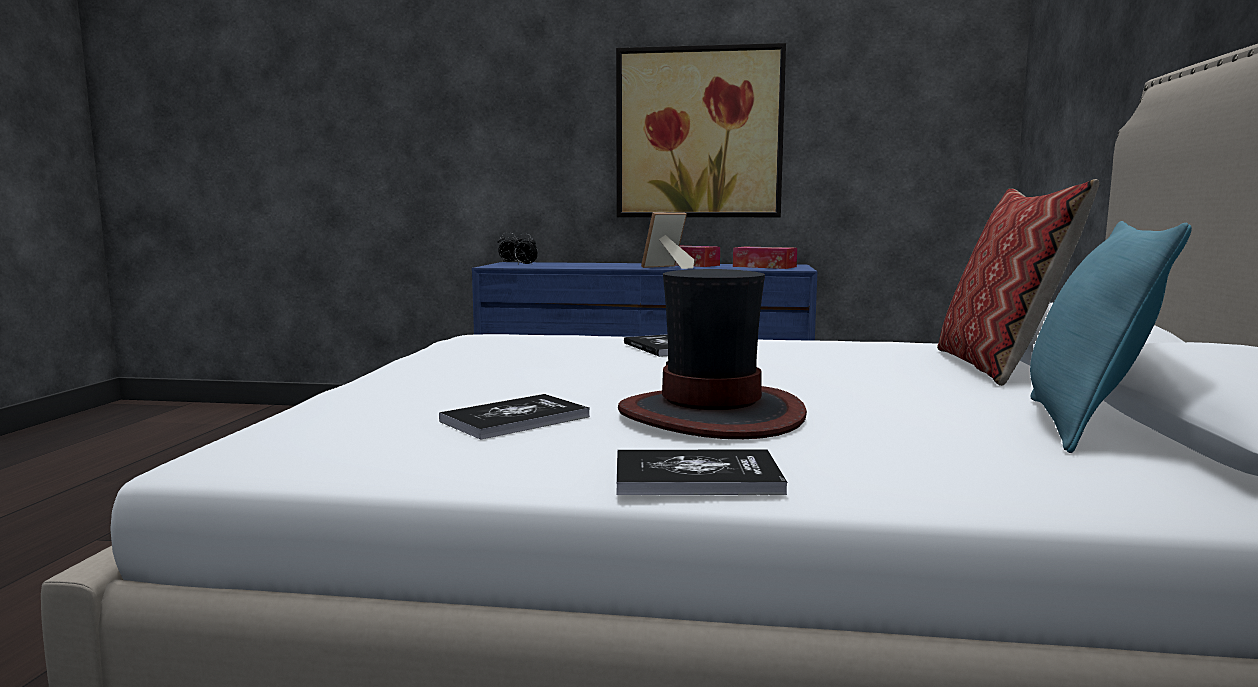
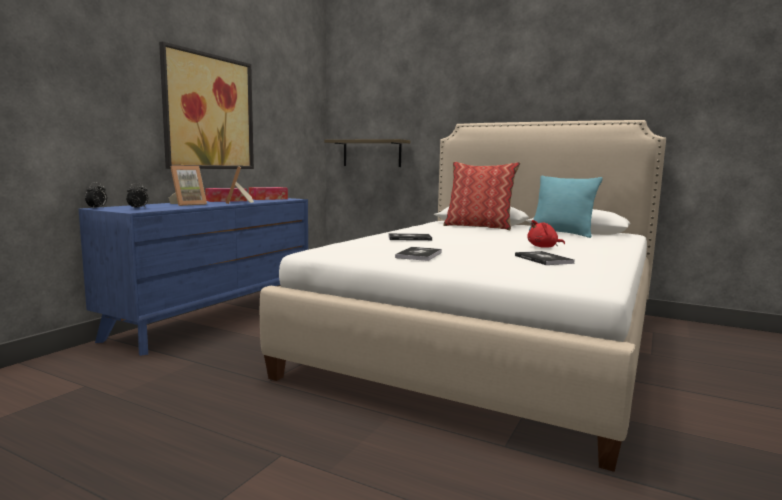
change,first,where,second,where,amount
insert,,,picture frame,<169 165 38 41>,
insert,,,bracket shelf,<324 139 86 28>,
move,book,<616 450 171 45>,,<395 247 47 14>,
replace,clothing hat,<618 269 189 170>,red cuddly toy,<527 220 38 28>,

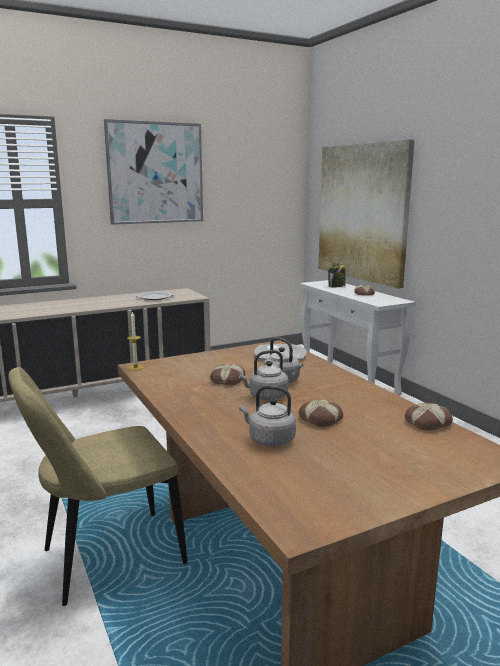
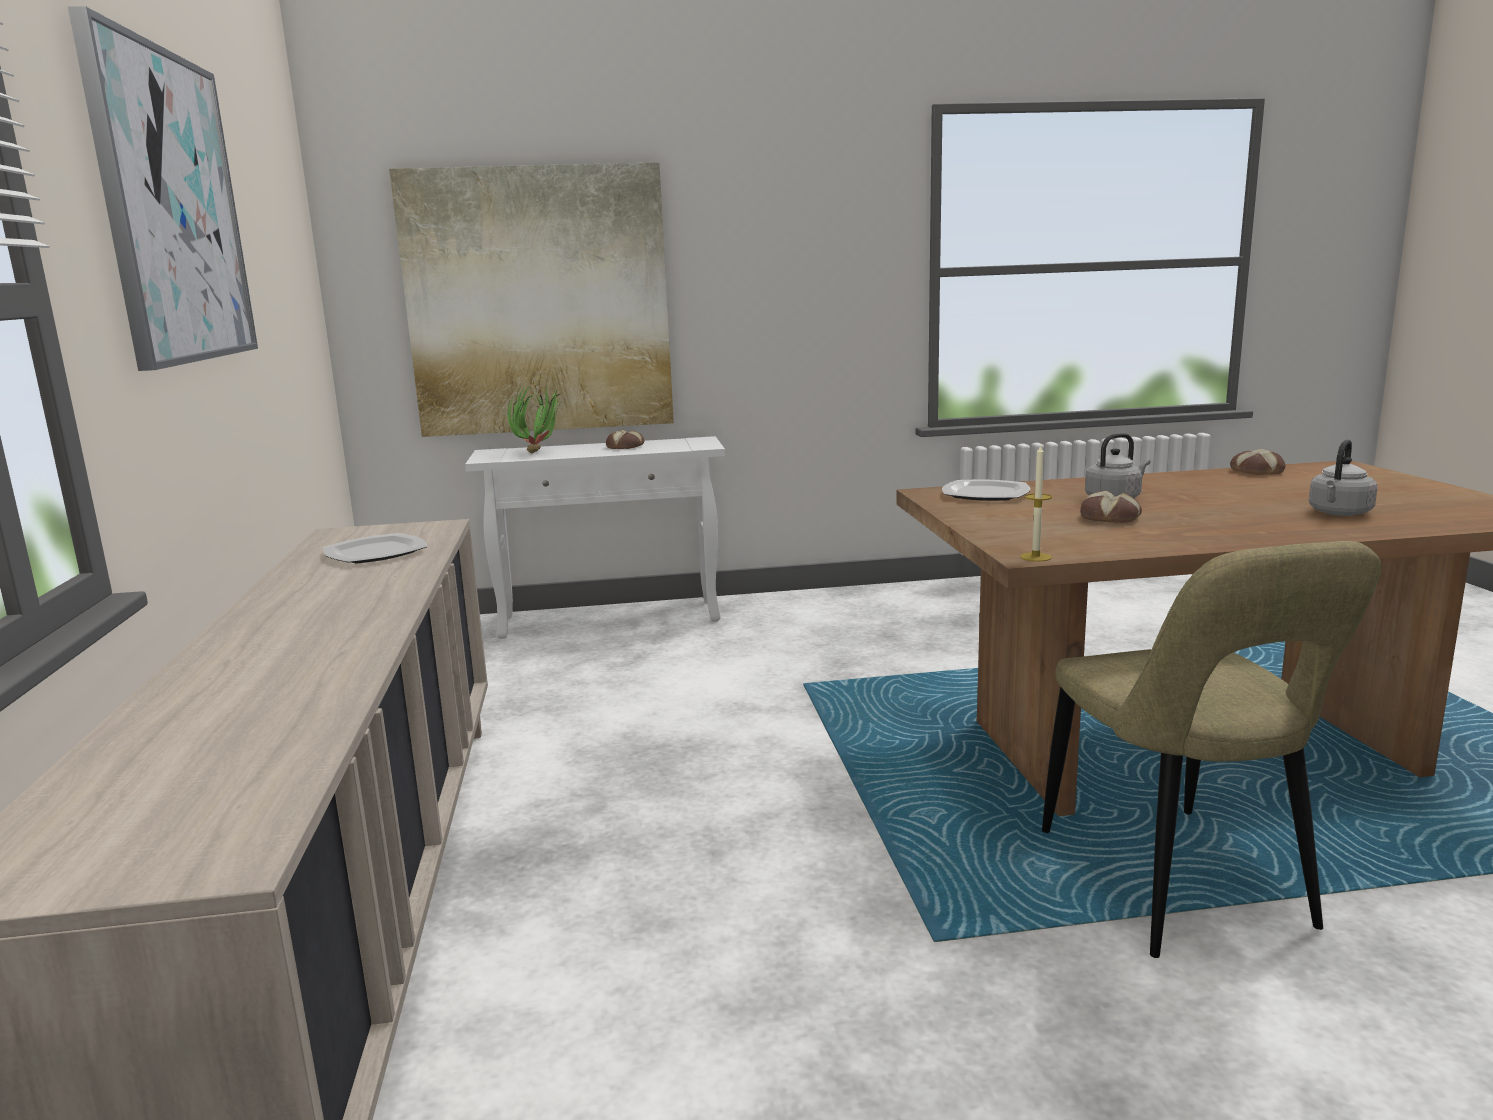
change,first,where,second,where,amount
delete,grey kettle,<238 350 51 50>,,,
delete,baked bread,<299 399 44 28>,,,
replace,preserve jar,<328 263 18 24>,houseplant,<507 386 53 67>,

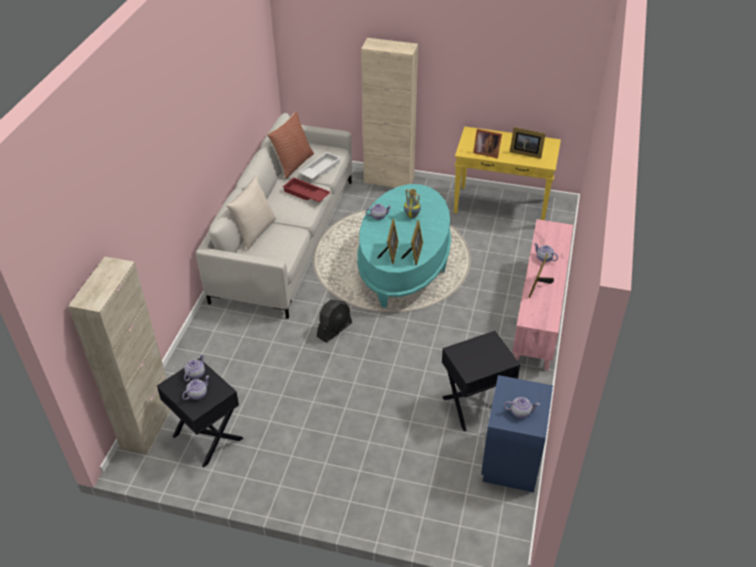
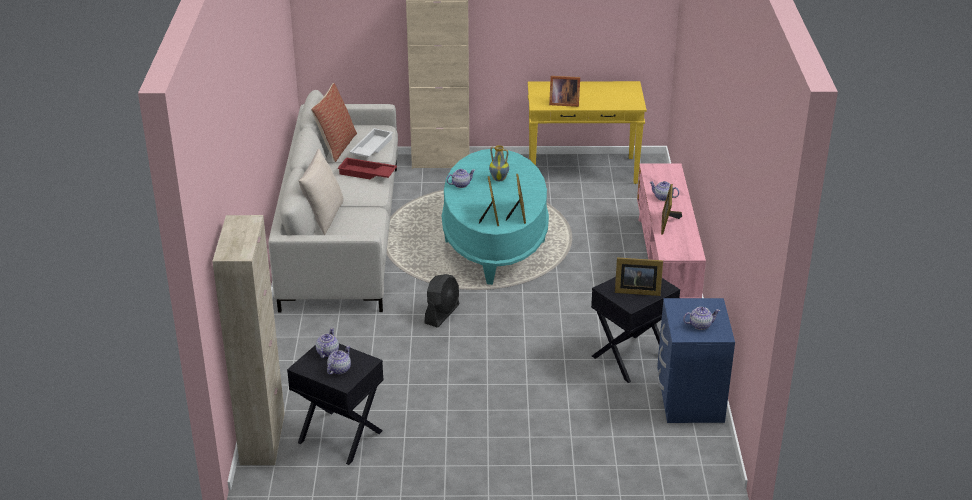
change,first,where,second,where,amount
move,picture frame,<510 127 36 32>,,<615 257 48 39>,

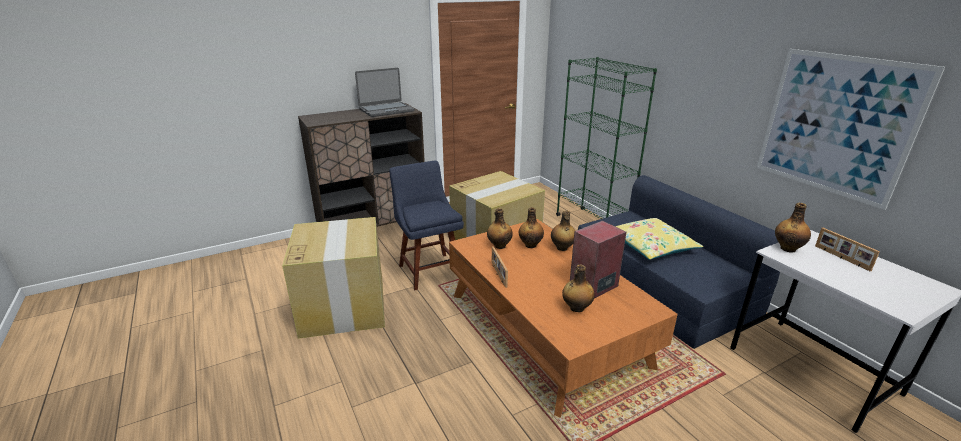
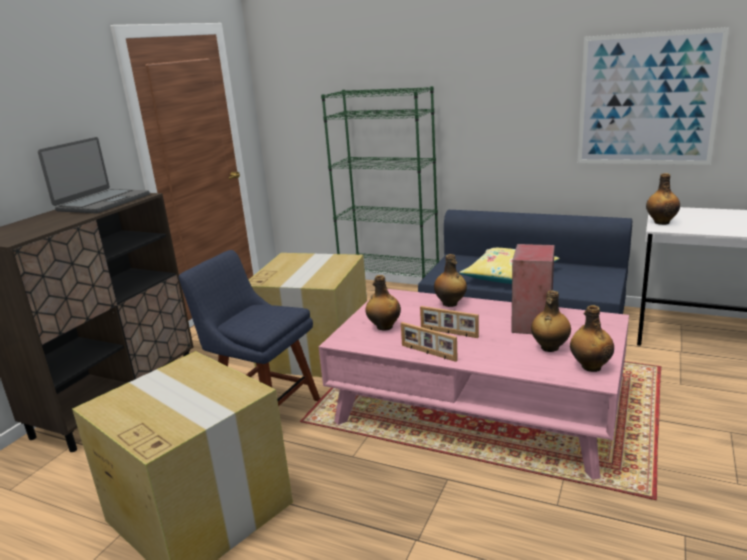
change,first,where,second,where,amount
move,drink bottle,<519 207 25 41>,,<570 305 44 67>,
move,picture frame,<815 228 65 43>,,<420 306 59 32>,
recolor,orange coffee table,<449 219 229 199>,pinkish coffee table,<319 289 310 191>,

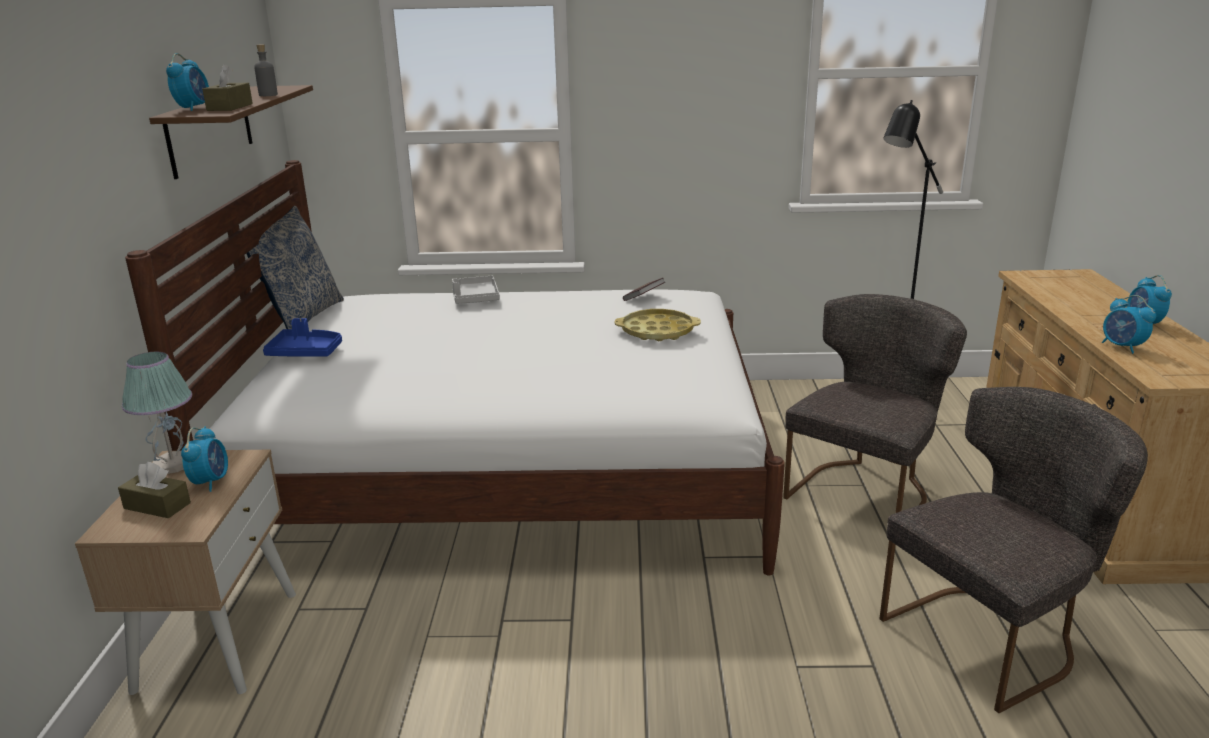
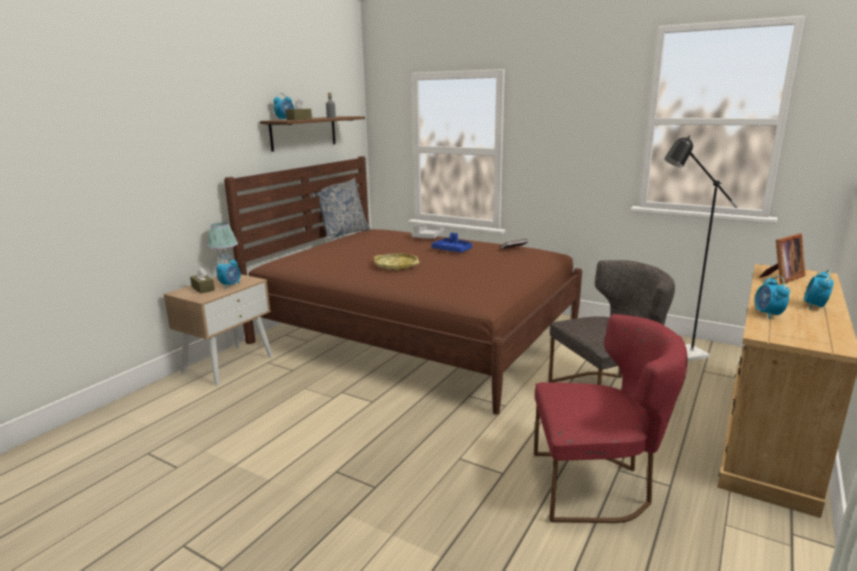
change,first,where,second,where,amount
insert,,,picture frame,<759 233 47 51>,
move,blue serving tray,<263 318 79 39>,,<431 233 41 20>,
move,yellowish serving tray,<614 309 87 32>,,<374 253 46 18>,
recolor,white bed,<125 160 660 415>,brown-coloured bed,<224 156 358 259>,
recolor,grey upright chair,<879 387 269 326>,red upright chair,<534 314 153 209>,

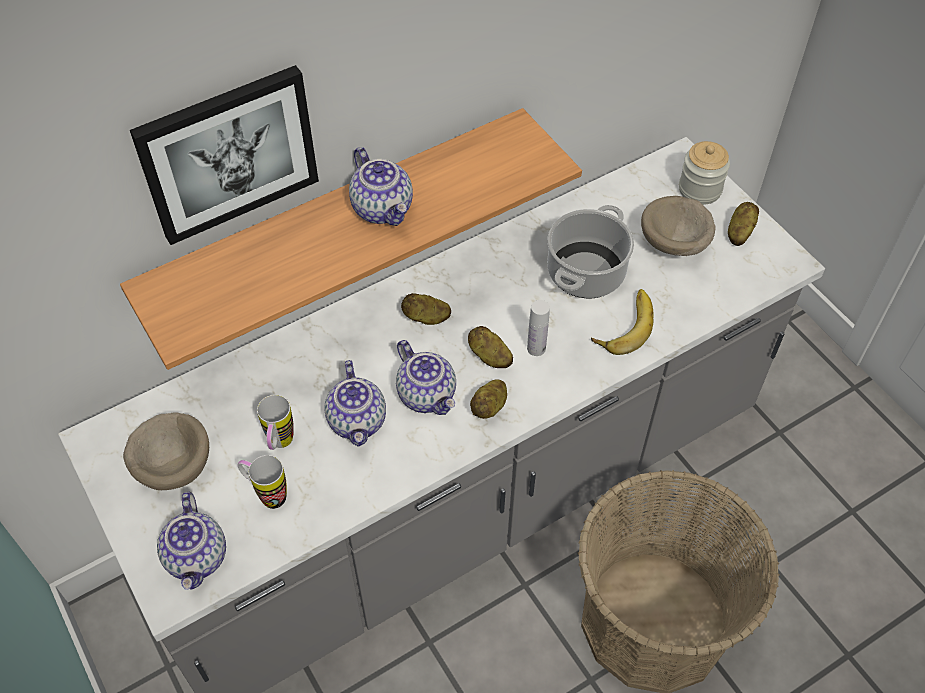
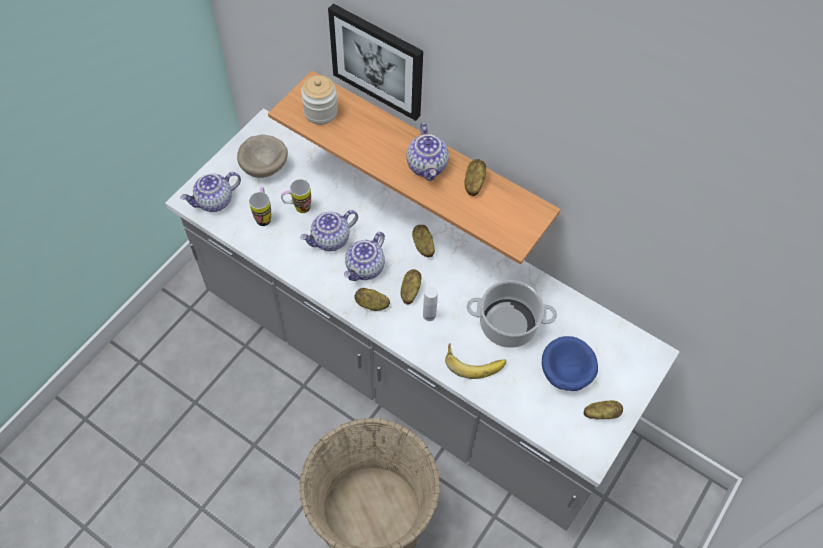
change,first,where,second,where,amount
insert,,,spud,<464 159 22 37>,
move,preserve jar,<679 141 51 64>,,<301 75 37 50>,
recolor,sand-coloured serving bowl,<641 196 75 60>,blue serving bowl,<542 336 56 55>,
rotate,pot for tea,<349 147 64 79>,,<407 122 42 59>,45 degrees counterclockwise

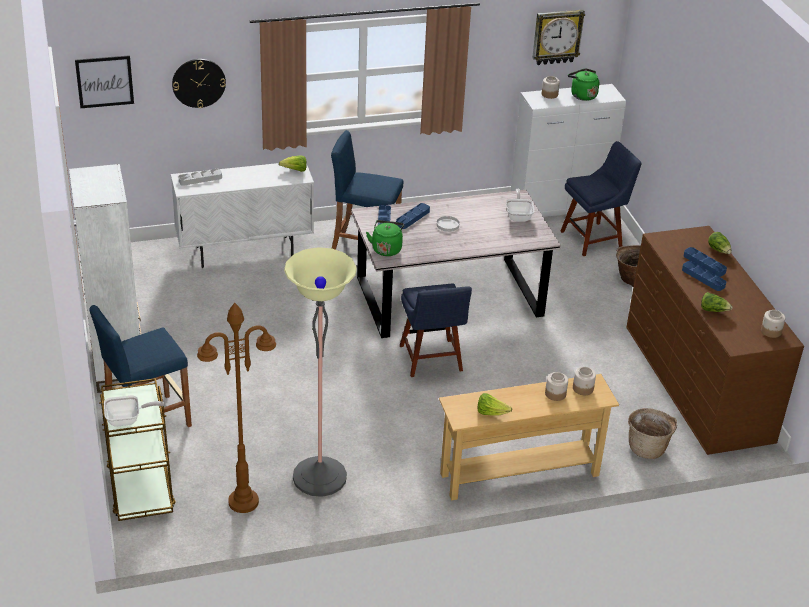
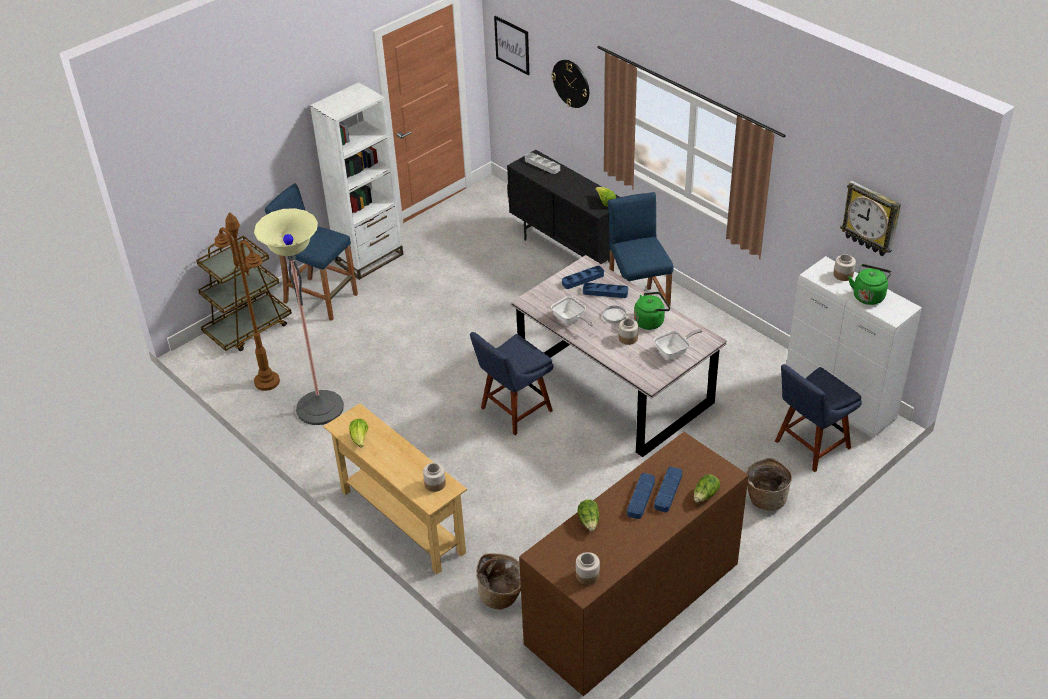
change,first,where,second,where,amount
move,pan,<104 395 60 32>,,<551 296 42 30>,
move,green kettle,<366 220 38 36>,,<634 292 36 38>,
move,preserve jar,<545 372 23 29>,,<619 319 19 26>,
recolor,white storage cabinet,<171 163 143 105>,blackish storage cabinet,<507 150 113 114>,
rotate,blue upright chair,<560 141 82 115>,,<775 364 87 108>,105 degrees clockwise

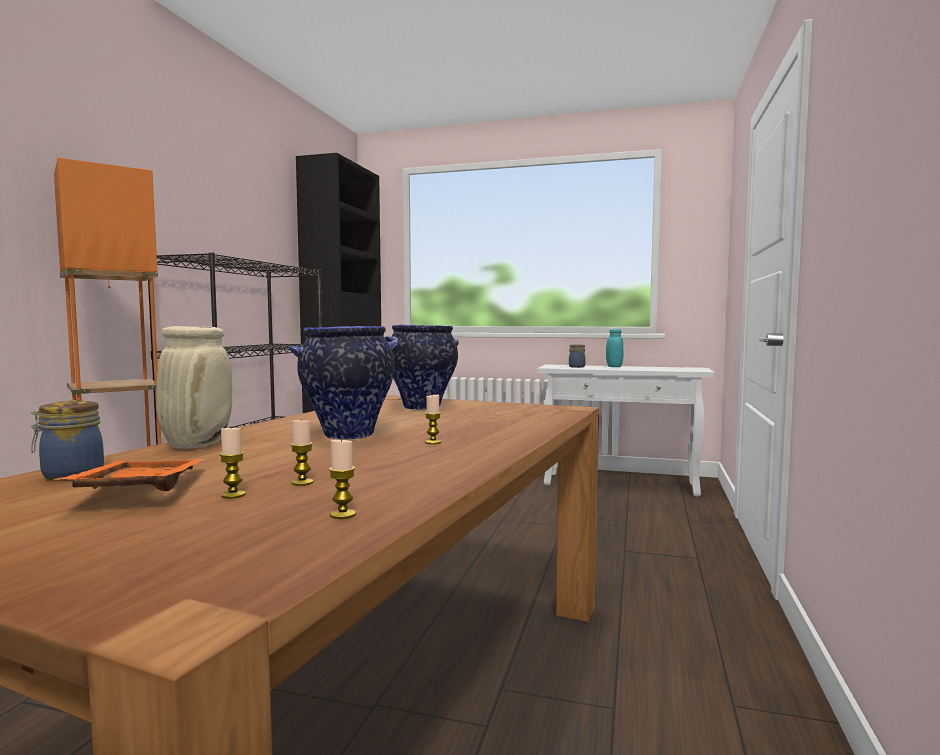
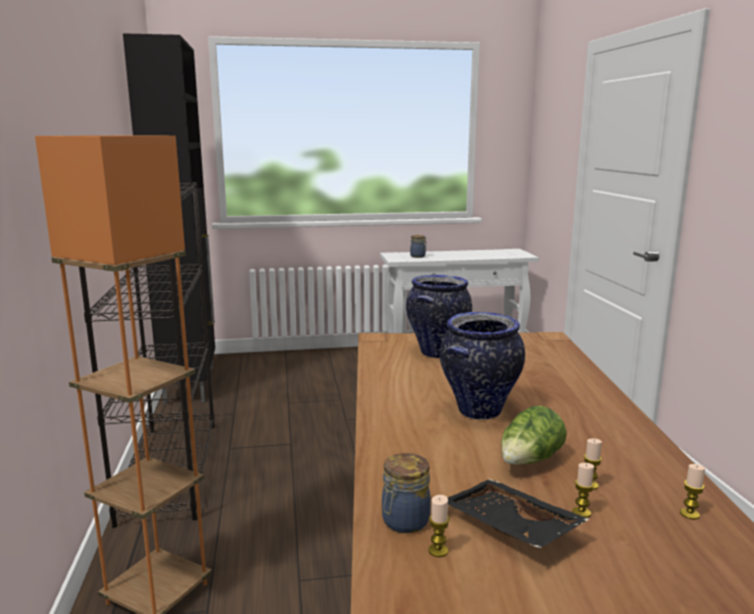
change,first,where,second,where,amount
delete,sand-coloured decorative vase,<157 326 75 123>,,,
delete,turquoise preserve jar,<606 329 18 38>,,,
insert,,,lettuce head,<501 406 66 59>,
move,wax light,<425 395 16 49>,,<428 495 22 62>,
recolor,orange serving tray,<53 459 152 32>,blackish serving tray,<448 479 142 70>,

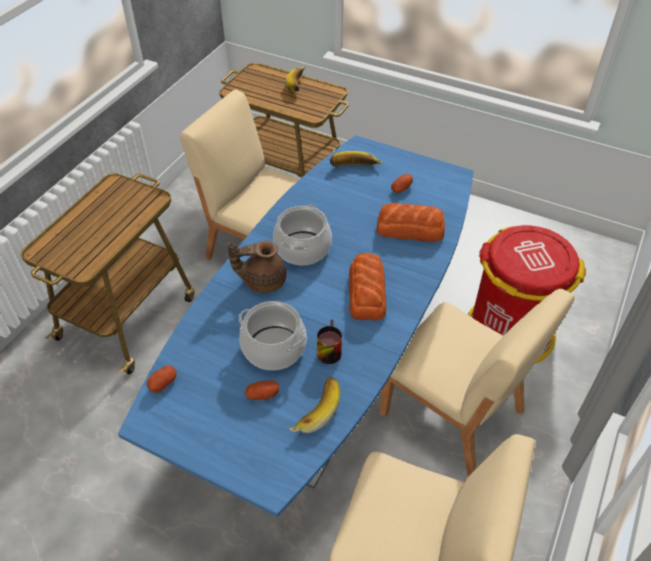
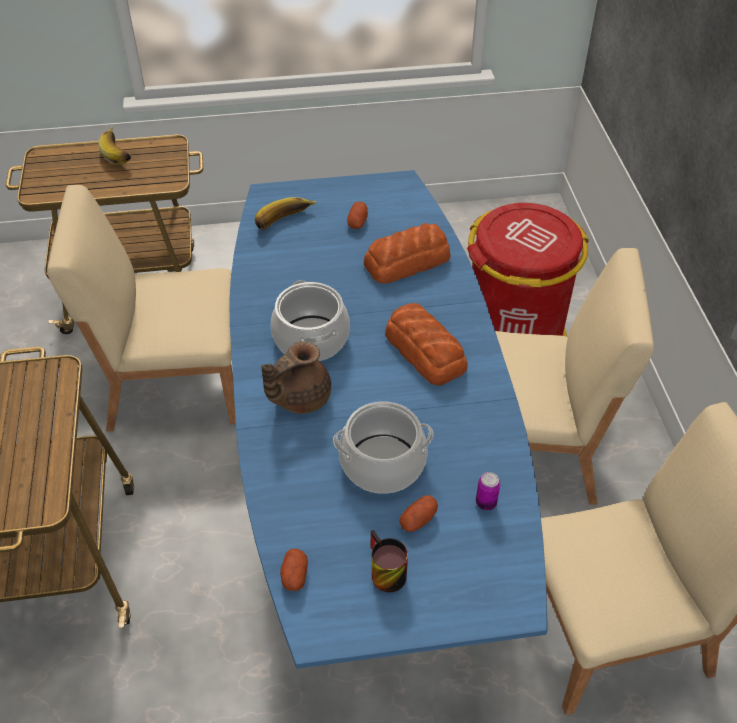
change,first,where,second,where,amount
move,mug,<317 319 25 45>,,<371 530 37 62>,
replace,banana,<289 376 51 57>,metal can,<476 472 25 38>,

